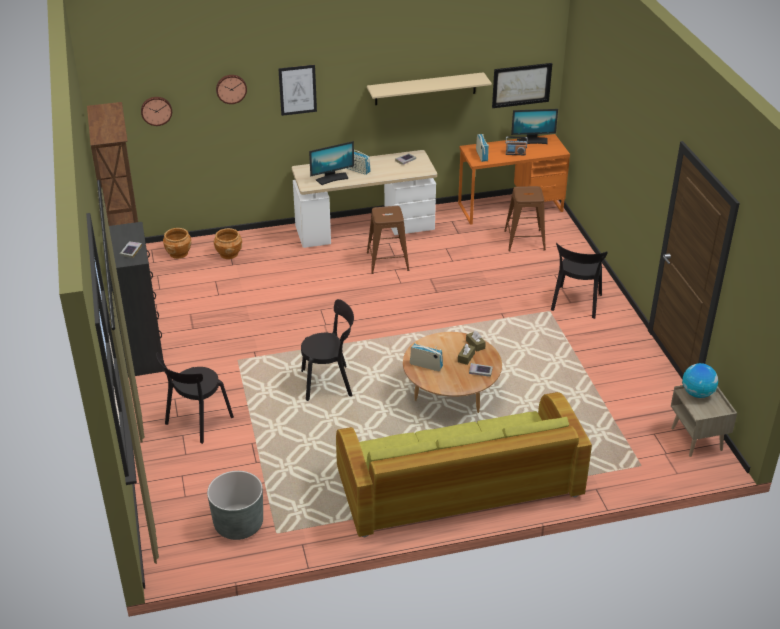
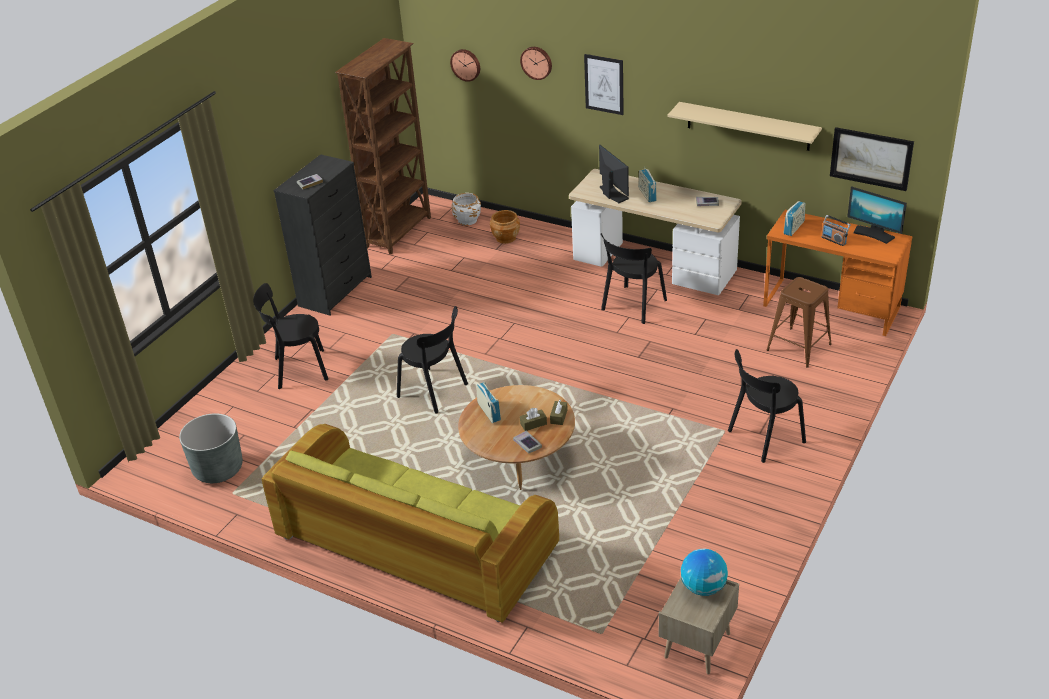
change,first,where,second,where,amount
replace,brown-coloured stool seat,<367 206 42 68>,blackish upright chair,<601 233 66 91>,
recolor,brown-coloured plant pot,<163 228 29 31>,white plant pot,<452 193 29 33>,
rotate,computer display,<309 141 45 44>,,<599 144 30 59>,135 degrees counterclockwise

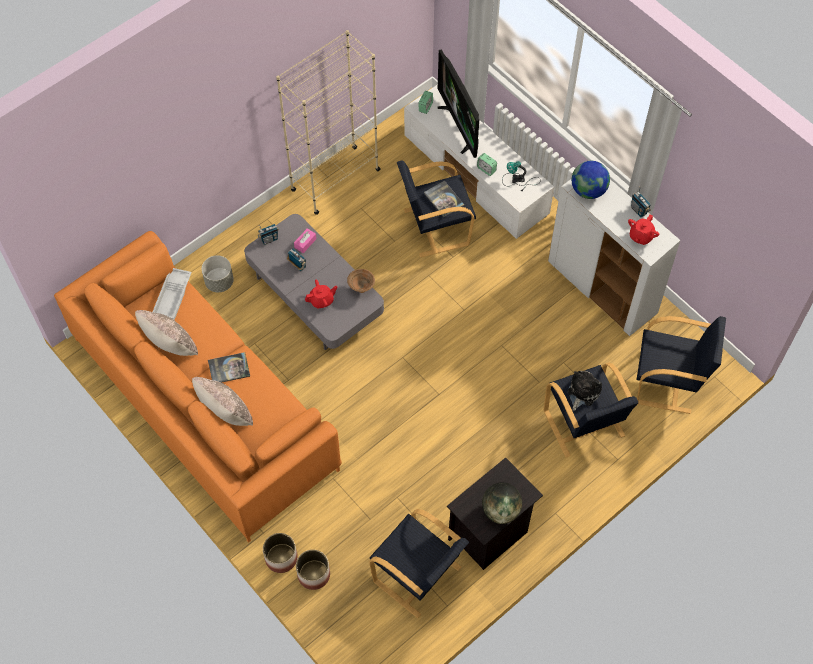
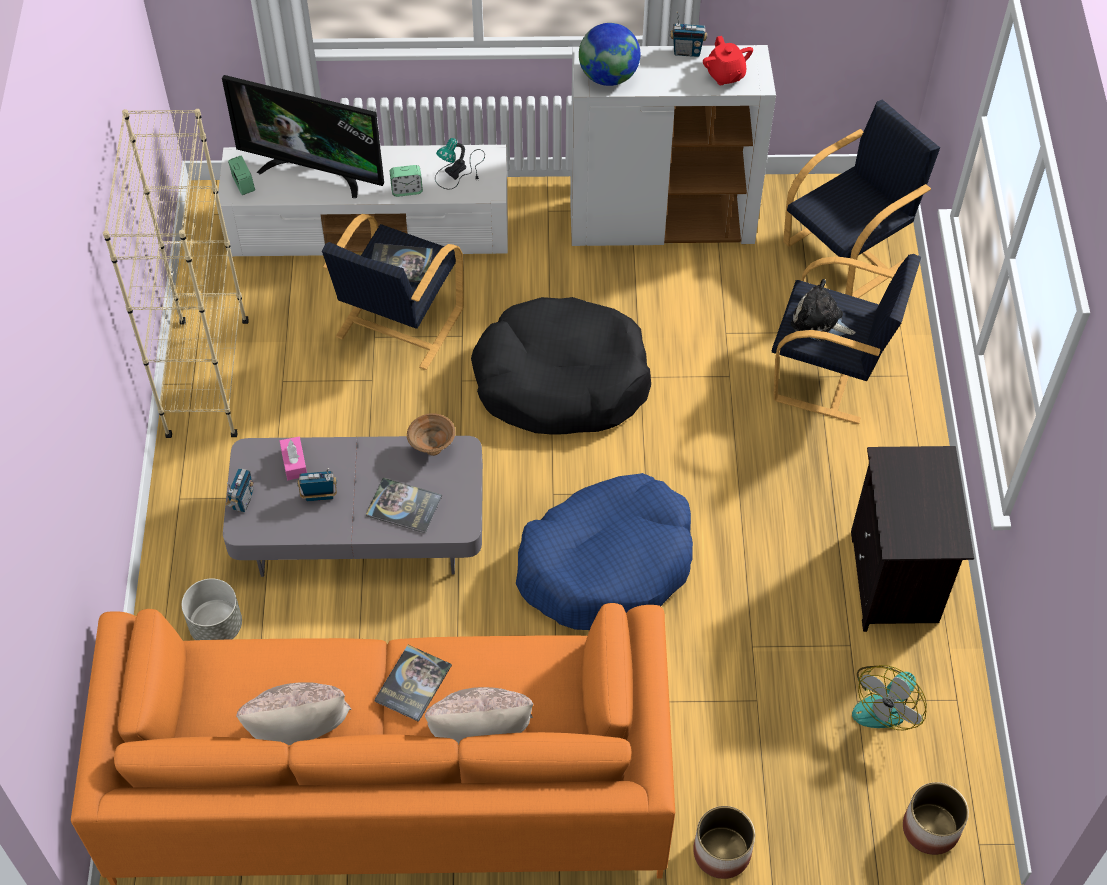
change,first,where,second,where,amount
delete,white serving tray,<153 268 39 52>,,,
delete,desk globe,<482 482 40 42>,,,
insert,,,blackish pet bed,<471 297 180 138>,
insert,,,blue pet bed,<516 473 177 157>,
move,plant pot,<296 550 34 40>,,<903 782 66 73>,
replace,red pot for tea,<305 279 32 29>,book,<366 478 76 56>,
replace,blackish armchair,<369 509 100 109>,electric fan,<852 665 75 65>,
rotate,cuddly toy,<568 371 34 40>,,<791 279 65 62>,45 degrees counterclockwise

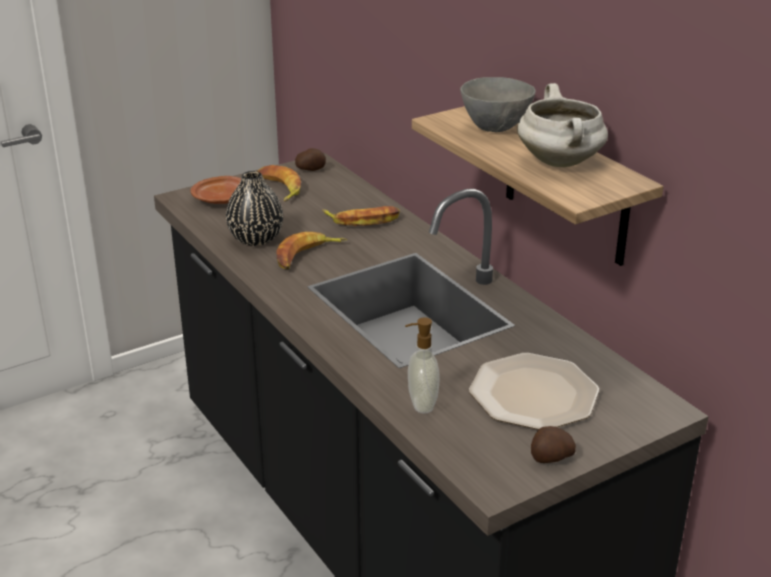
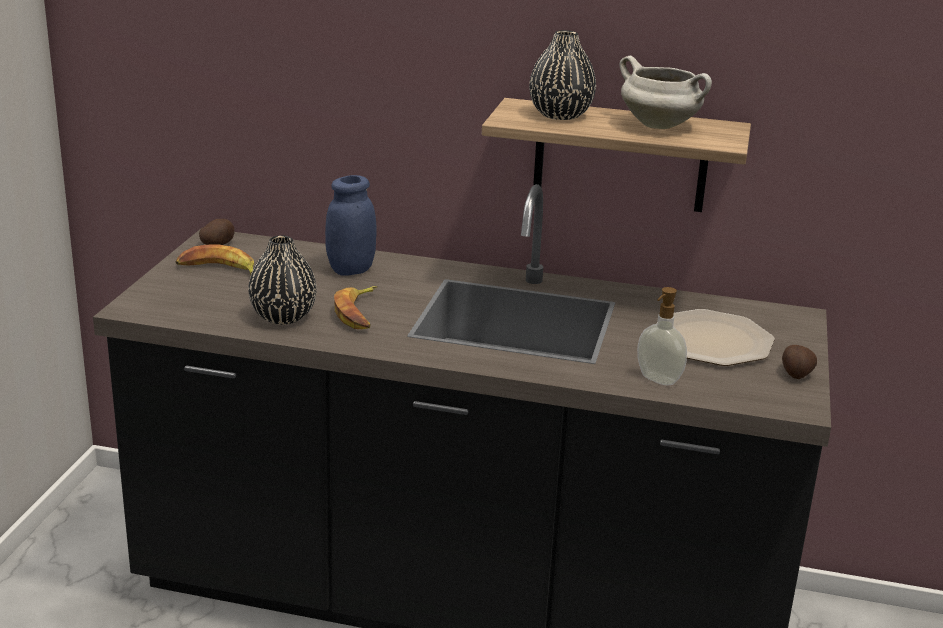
change,first,where,second,where,amount
delete,brown-coloured dinner plate,<190 176 51 28>,,,
replace,banana,<322 206 78 20>,blue preserve jar,<325 175 52 101>,
replace,grey serving bowl,<460 77 76 55>,blackish decorative vase,<529 30 67 90>,

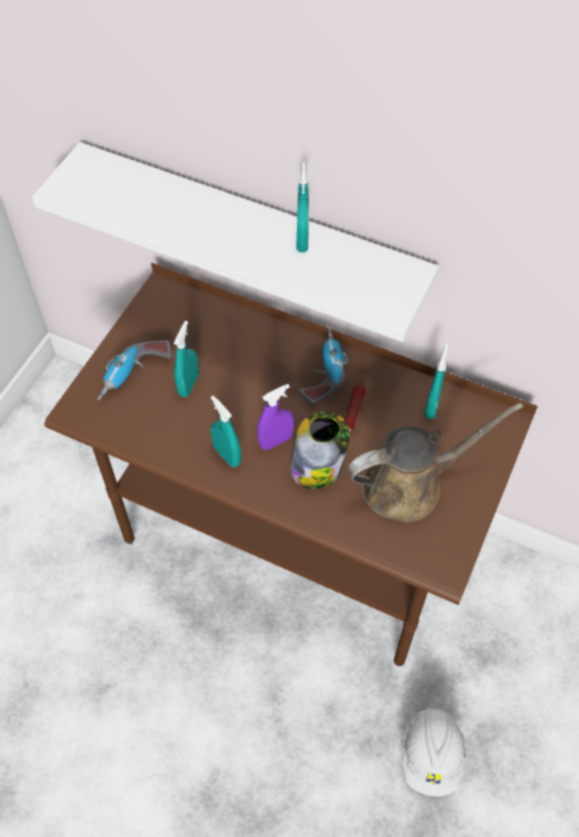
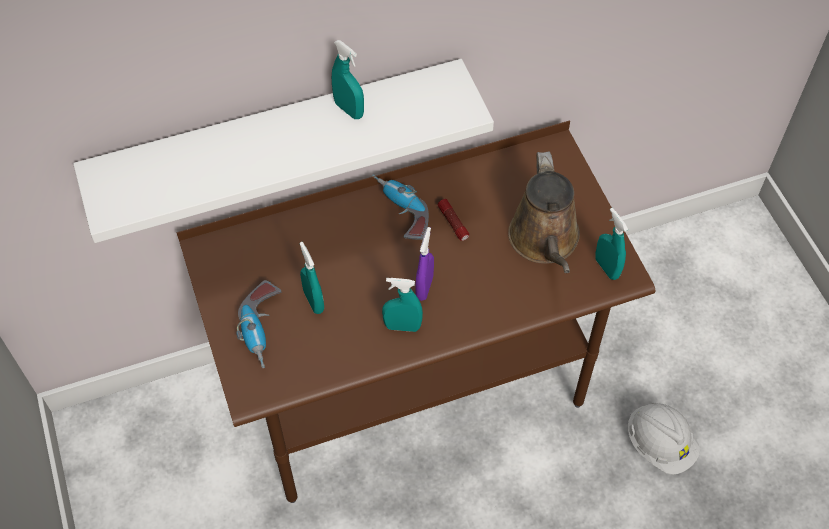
change,first,where,second,where,amount
delete,preserve jar,<290 412 60 77>,,,
move,turquoise sprayer,<424 343 25 76>,,<595 208 33 72>,
rotate,brown-coloured watering can,<348 403 175 119>,,<508 152 72 121>,150 degrees clockwise

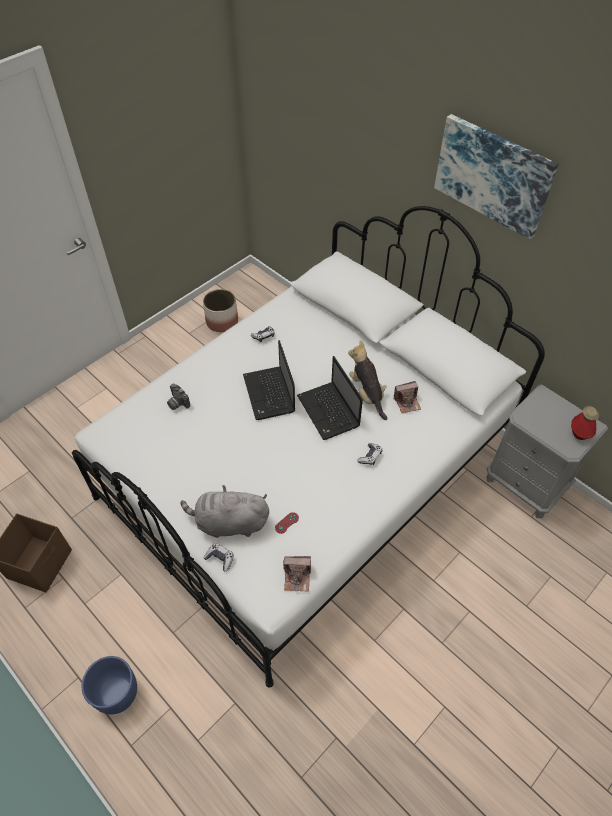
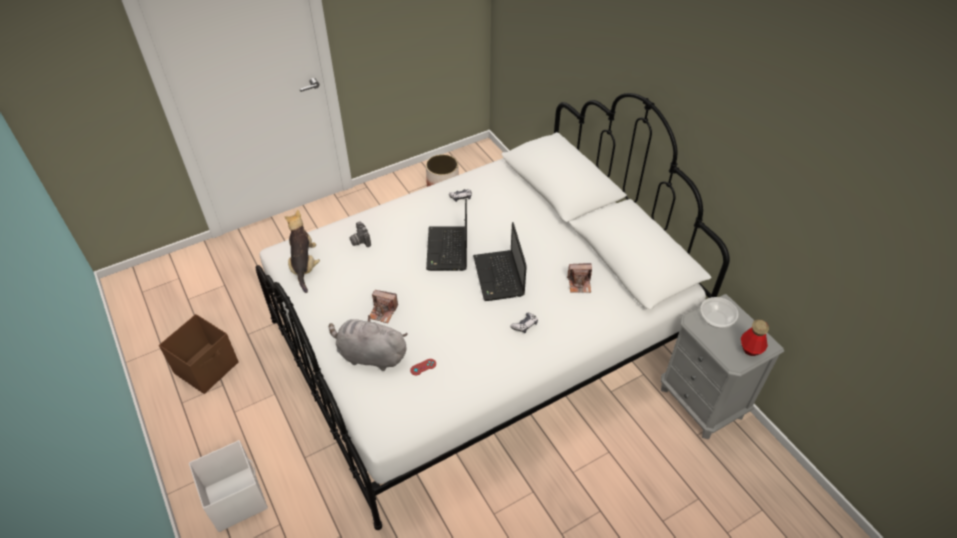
change,first,where,second,where,amount
delete,gamepad,<204 543 30 29>,,,
delete,wall picture,<434 114 124 125>,,,
insert,,,serving bowl,<700 297 38 31>,
move,photo camera,<283 556 28 36>,,<370 290 28 33>,
move,cuddly toy,<348 340 39 80>,,<284 210 36 83>,
replace,blue plant pot,<82 656 55 58>,white storage container,<189 440 79 92>,

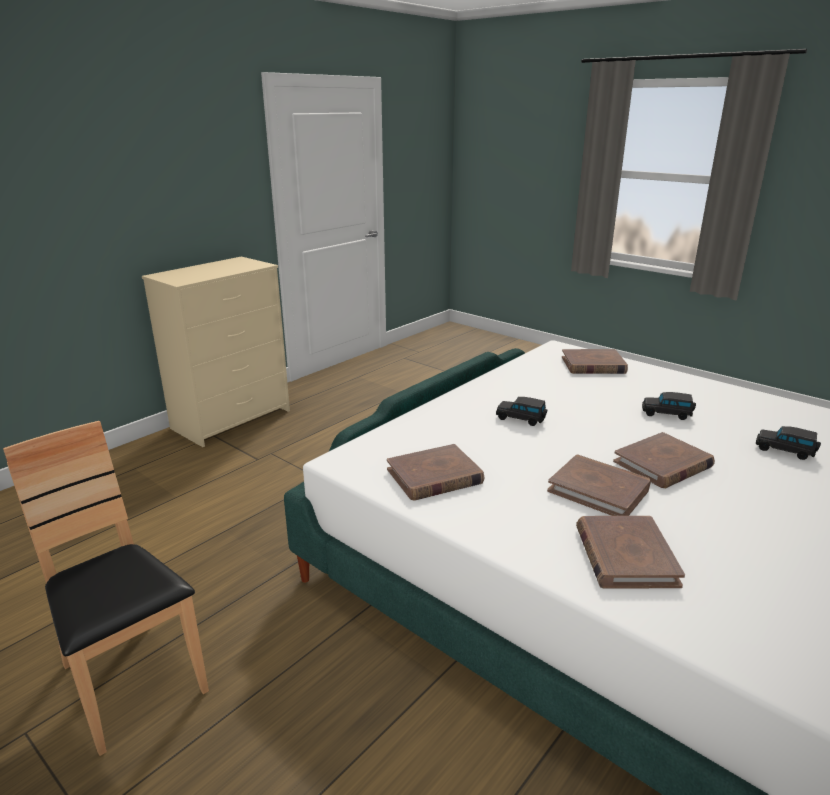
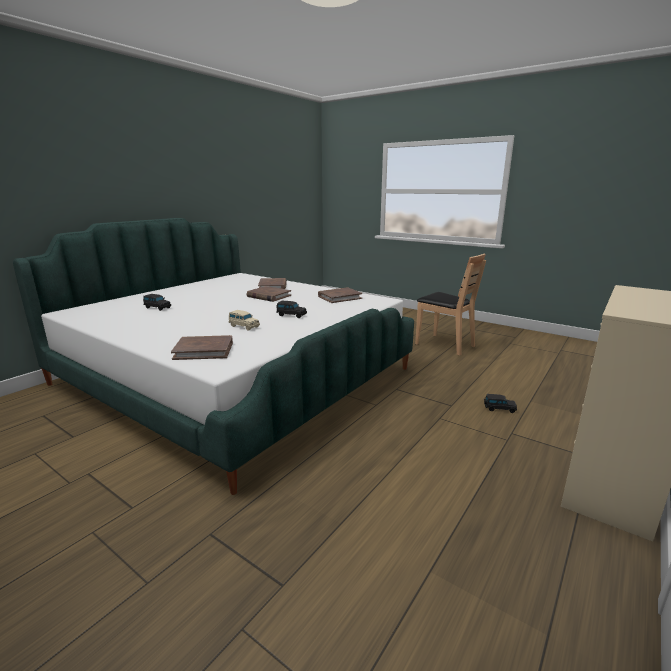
change,first,where,second,where,amount
delete,brown-coloured book,<613 432 102 56>,,,
insert,,,sand-coloured toy car,<229 310 31 21>,
move,blackish toy car,<642 392 54 28>,,<484 394 33 19>,

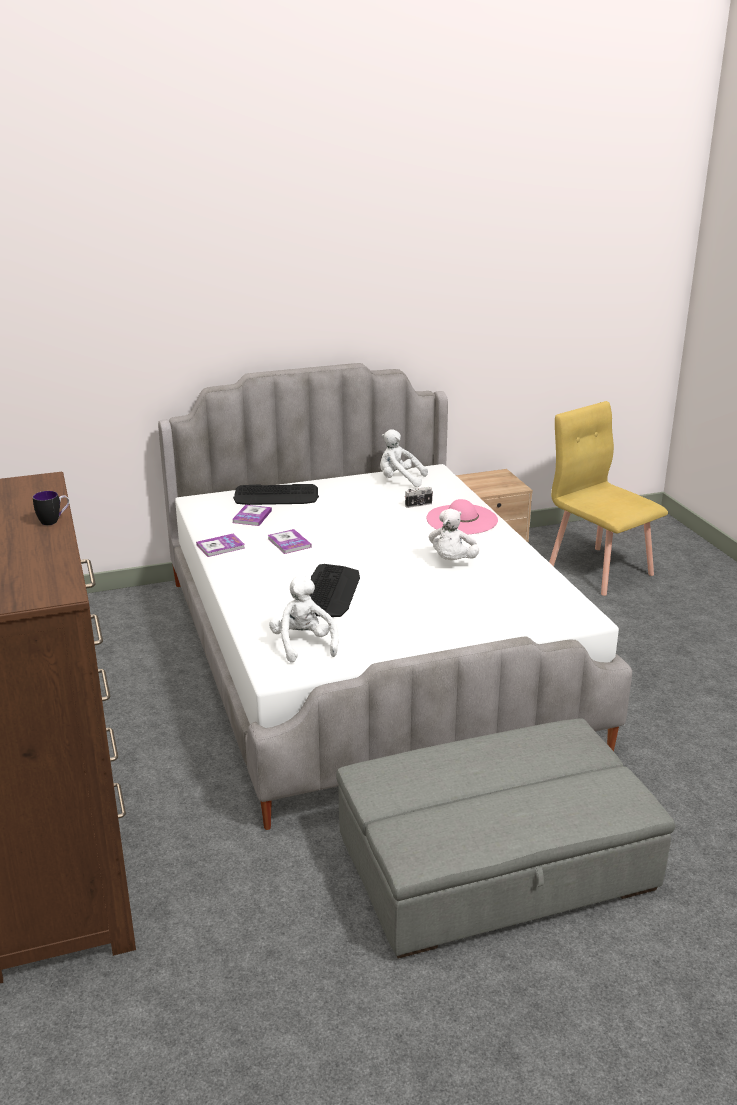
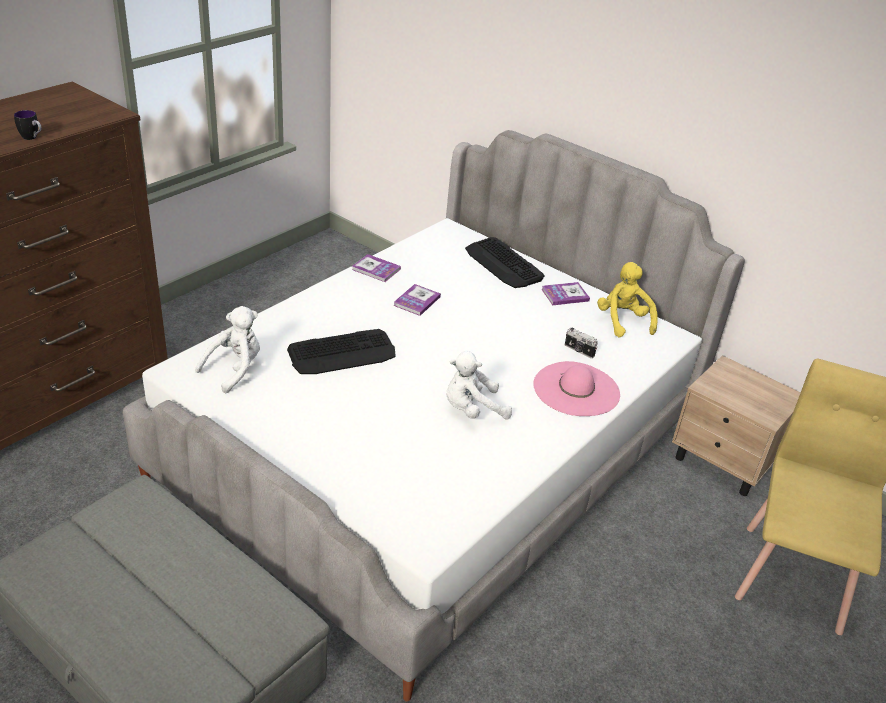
change,first,where,second,where,amount
move,book,<232 505 40 21>,,<541 282 49 23>,
recolor,white cuddly toy,<380 430 48 57>,yellowish cuddly toy,<597 262 61 75>,

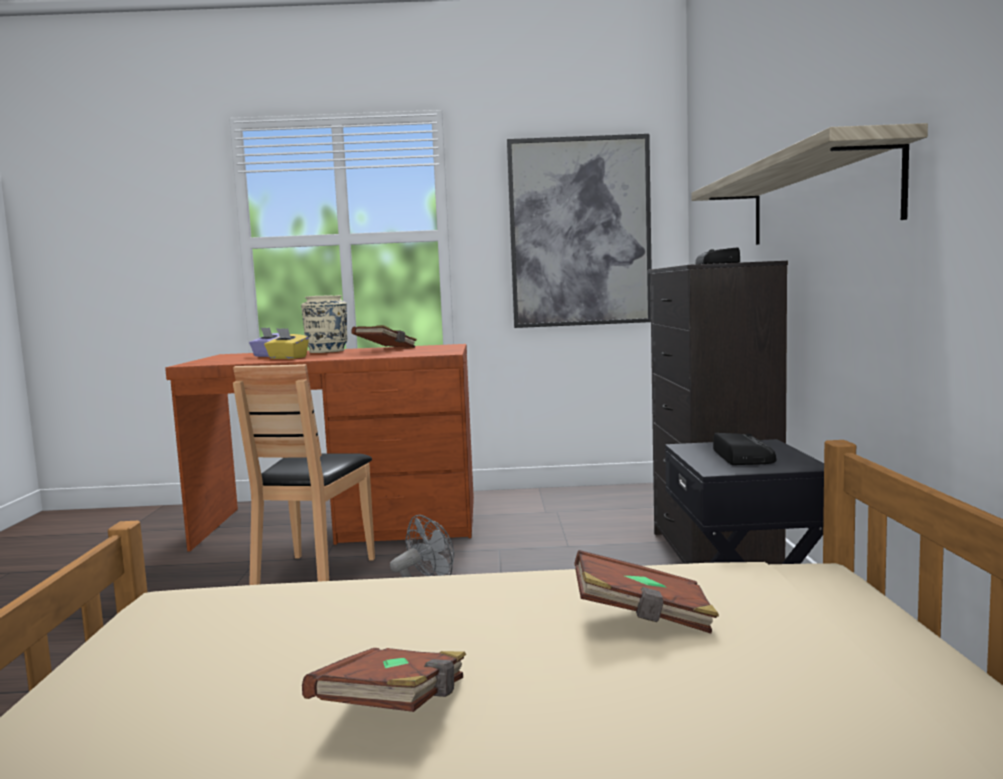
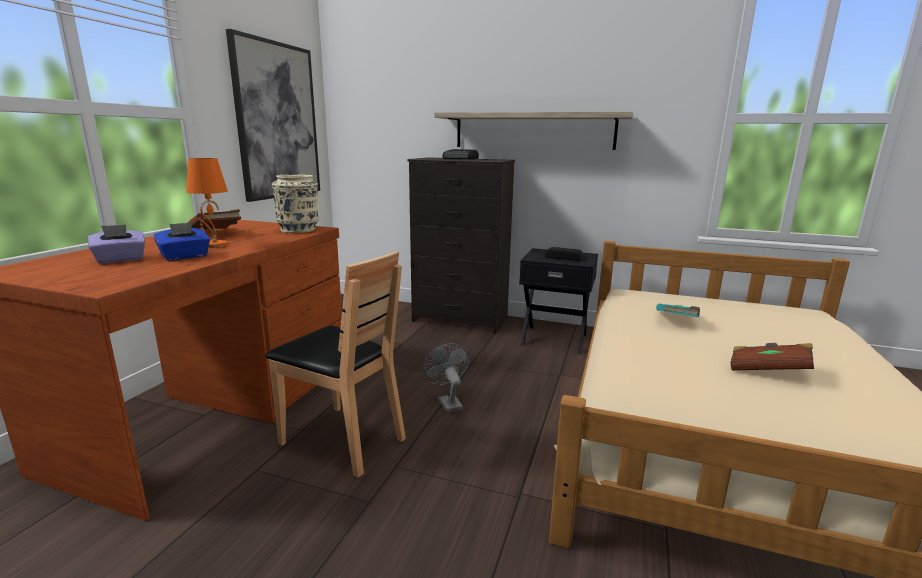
change,first,where,second,where,amount
insert,,,orange tabletop lamp,<186 158 42 90>,
move,sand-coloured decorative vase,<301 295 47 58>,,<272 175 47 58>,
recolor,yellowish box of tissues,<264 328 45 31>,blue box of tissues,<153 222 57 39>,
recolor,brown-coloured book,<574 550 145 83>,turquoise book,<656 303 44 14>,

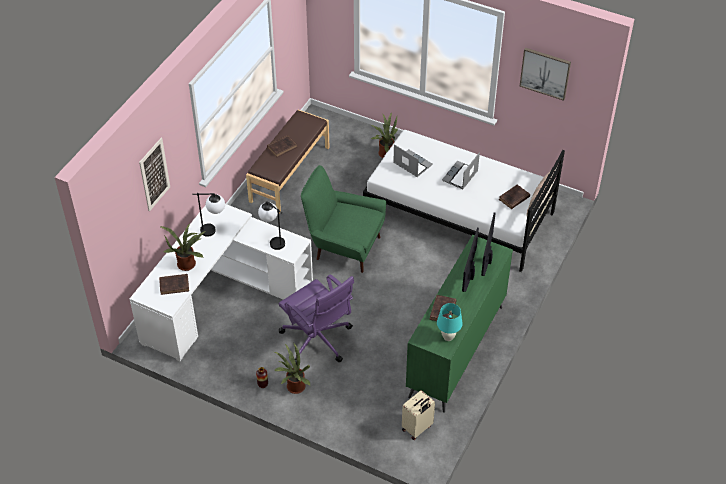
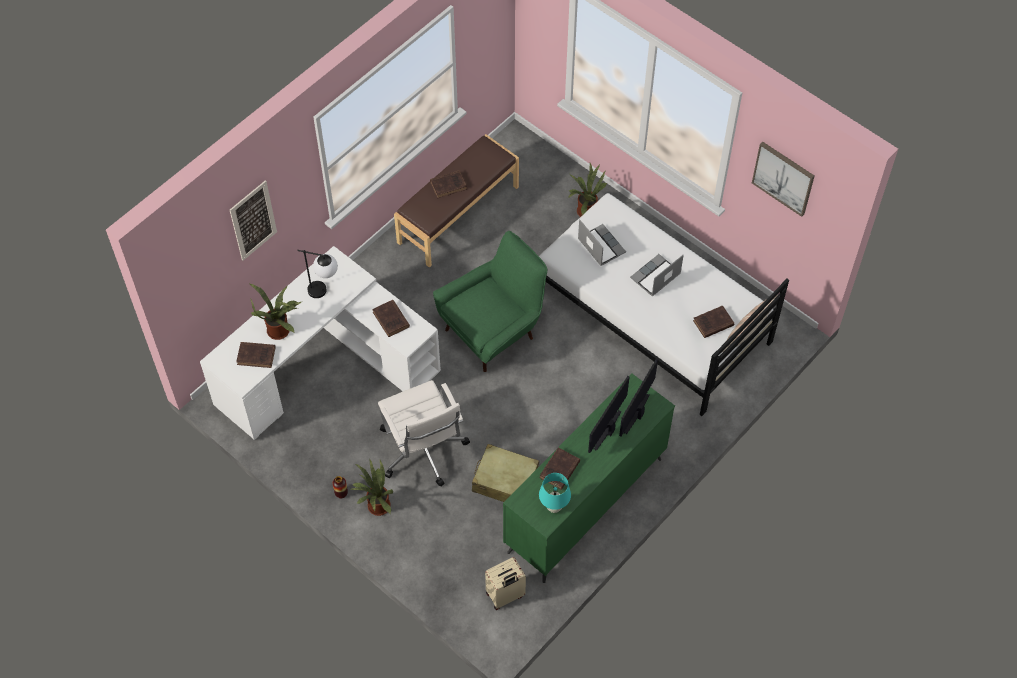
change,first,where,second,where,amount
insert,,,sand-coloured travel case,<472 444 67 58>,
replace,tabletop lamp,<258 201 27 49>,brown-coloured book,<372 300 38 37>,
recolor,purplish office chair,<278 274 76 91>,white office chair,<378 380 92 106>,
rotate,green armchair,<301 165 85 108>,,<433 231 114 141>,105 degrees clockwise

